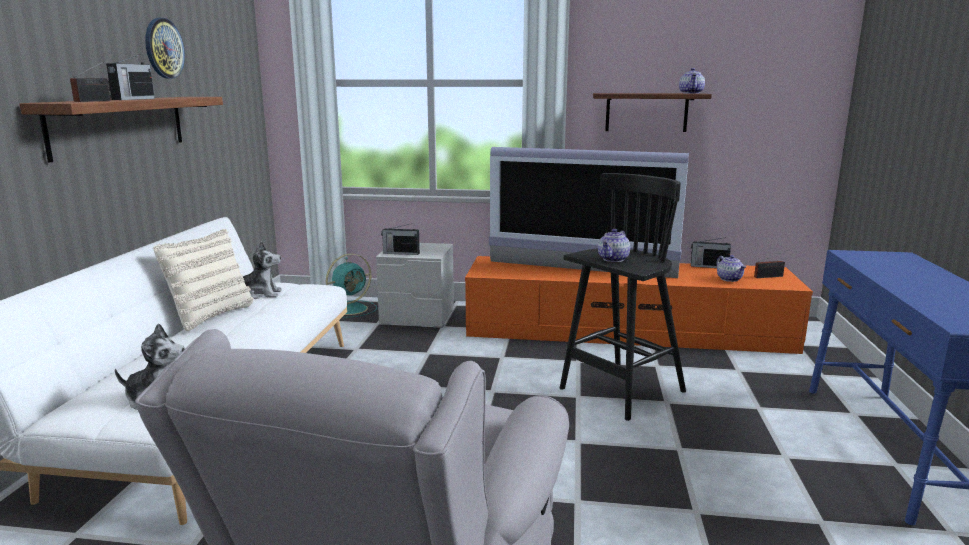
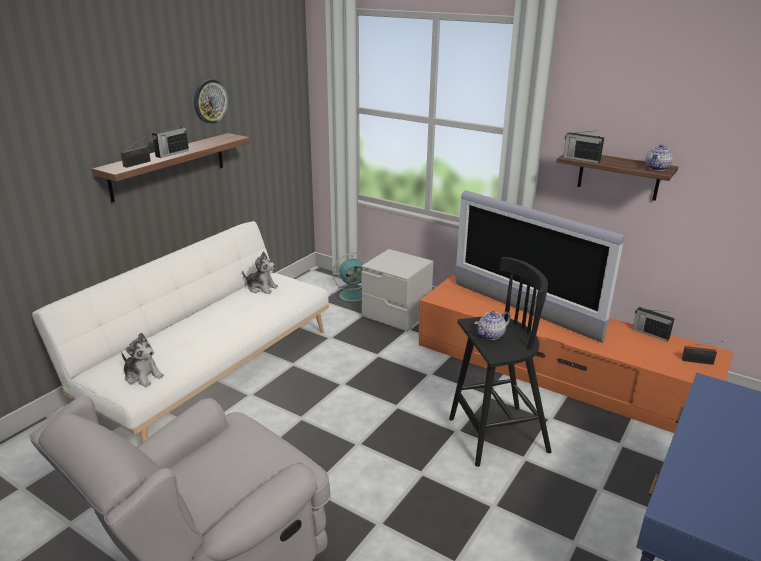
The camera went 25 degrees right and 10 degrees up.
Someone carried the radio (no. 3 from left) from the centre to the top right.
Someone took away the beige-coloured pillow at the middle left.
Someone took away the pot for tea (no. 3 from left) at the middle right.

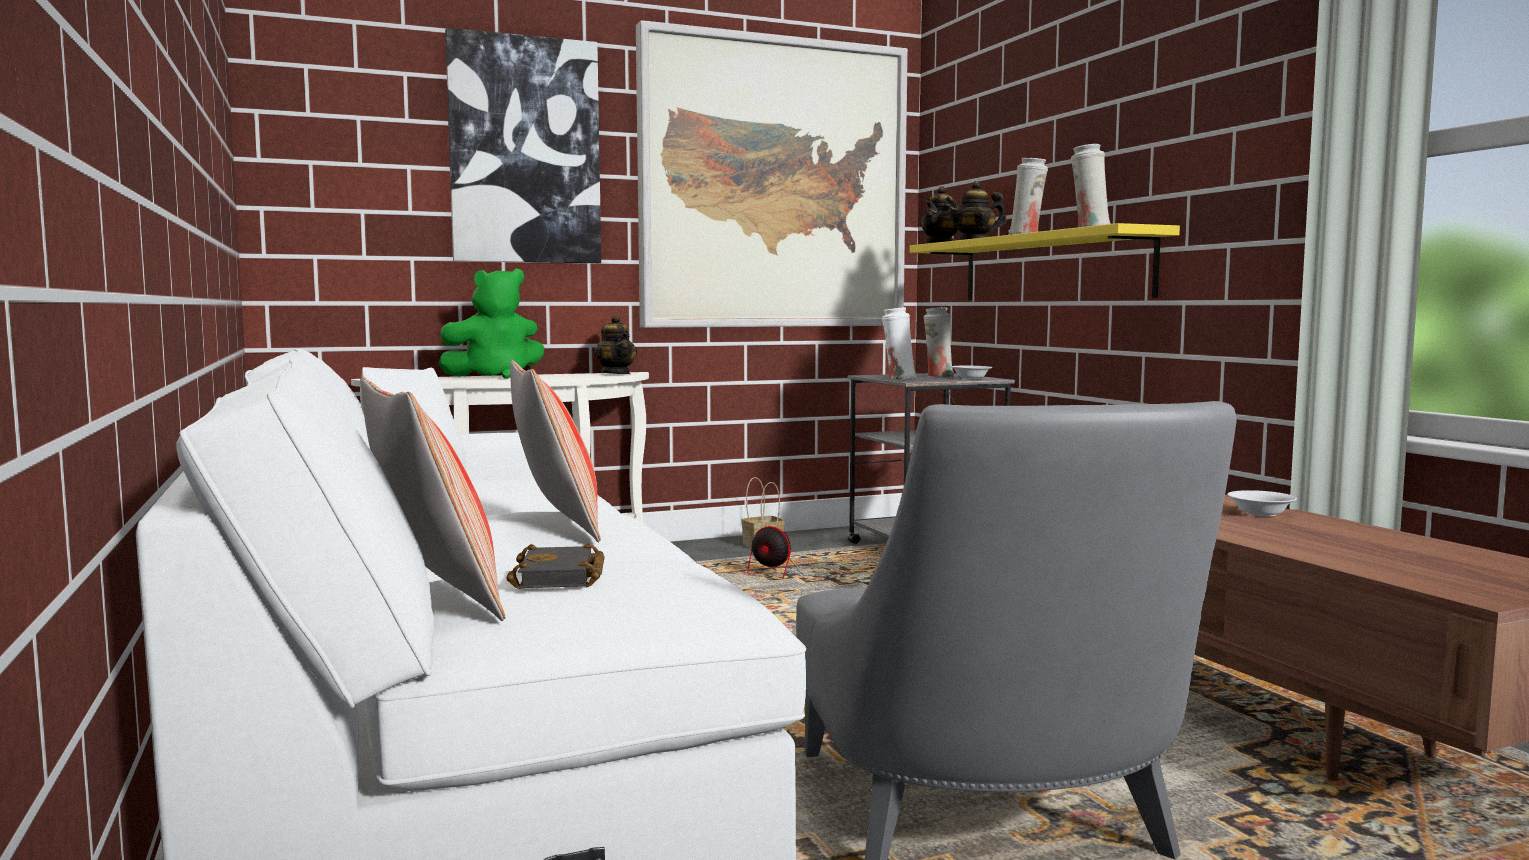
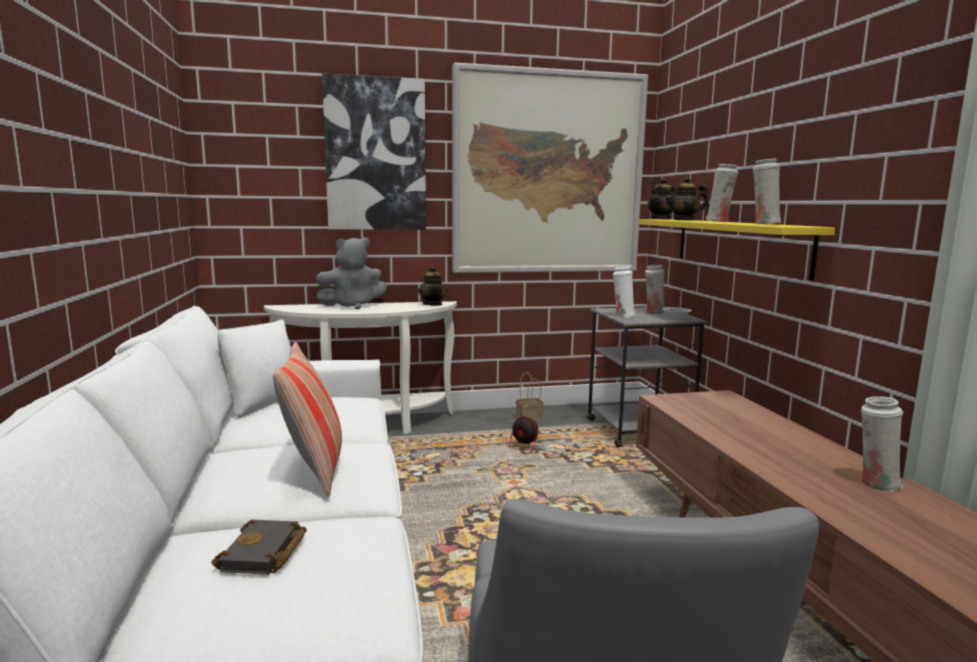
The camera went 10 degrees right and 5 degrees up.
Someone repainted the green cuddly toy at the middle left, which became the grey cuddly toy at the centre.
Someone took away the pillow (no. 1 from left) at the middle left.
Someone swapped the whitish bowl (no. 2 from left) at the middle right for the whitish flower vase (no. 5 from left) at the bottom right.

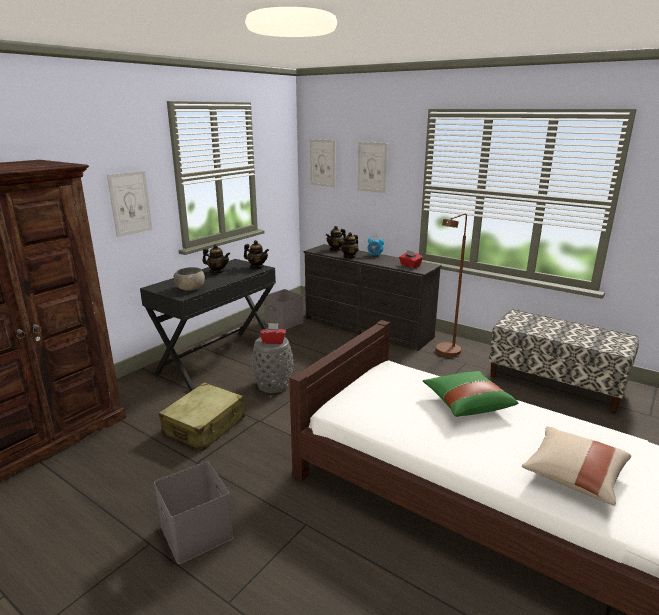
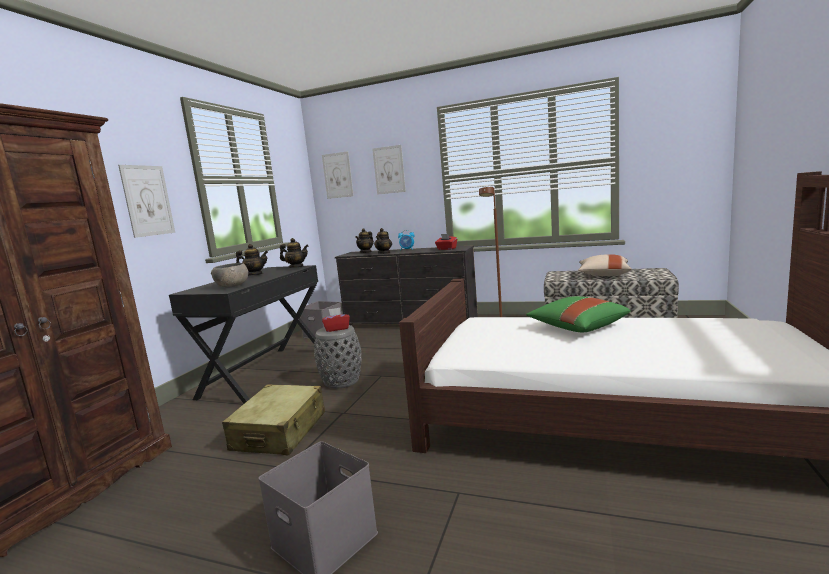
The camera went 15 degrees left and 10 degrees down.
Someone carried the beige-coloured pillow from the bottom right to the middle right.

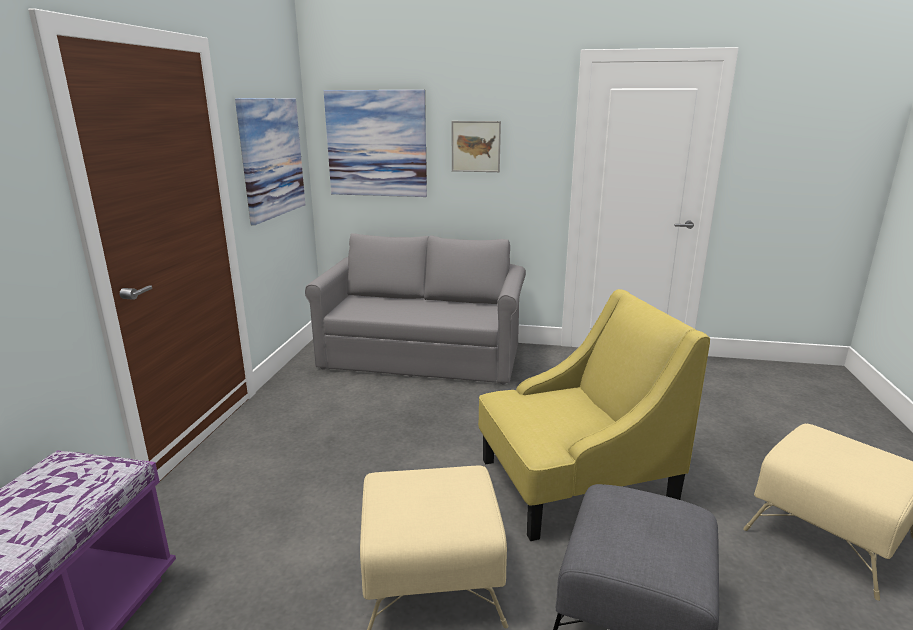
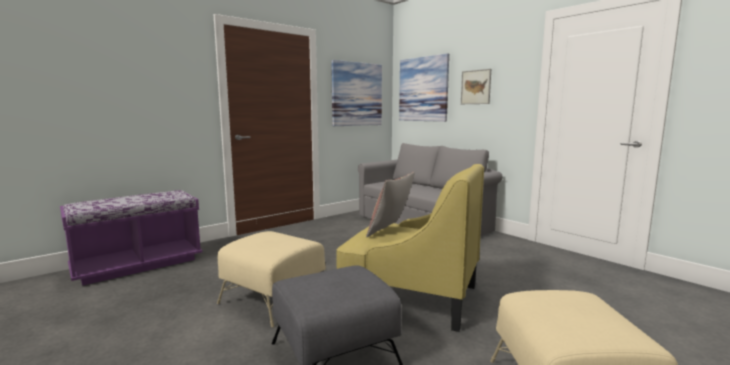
The camera went 40 degrees right and 10 degrees down.
Someone put down the pillow at the centre.

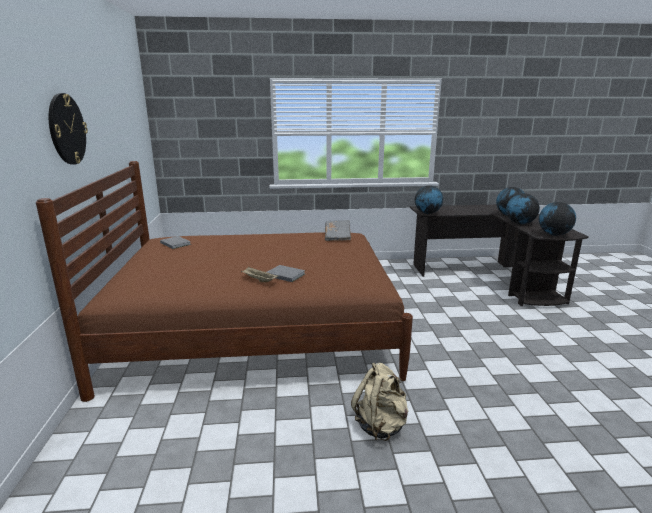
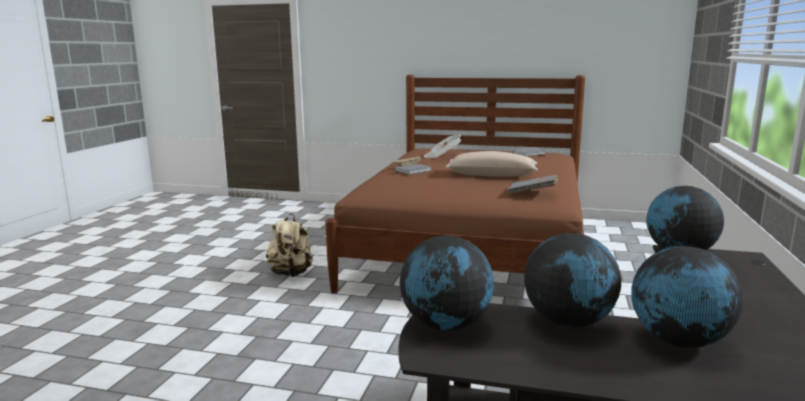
The camera went 110 degrees right and 5 degrees down.
Someone took away the wall clock at the top left.
Someone put down the printed paper at the centre.
Someone put down the beige-coloured pillow at the centre.

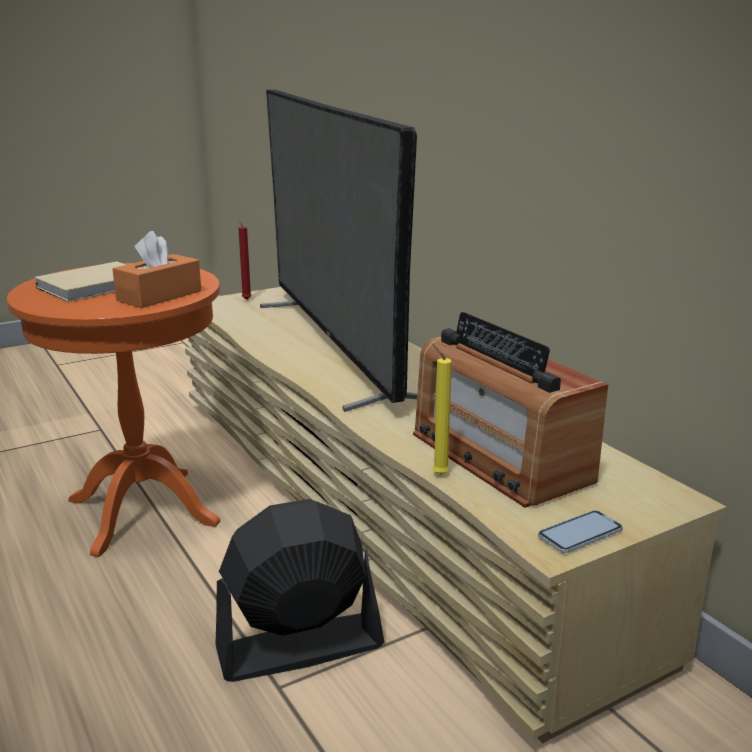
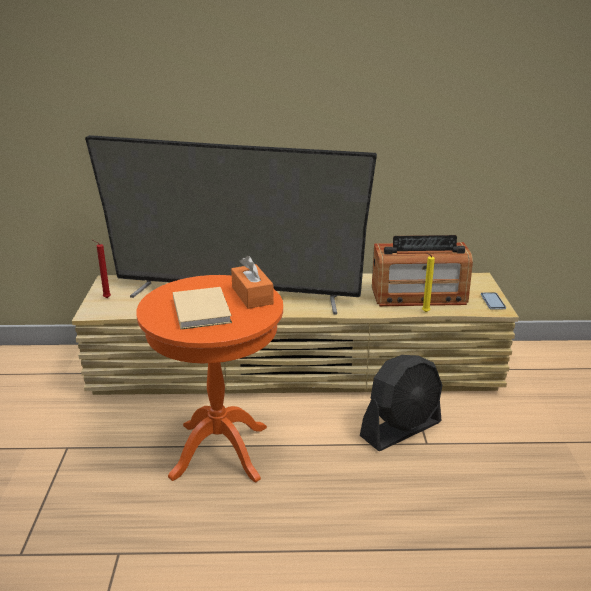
The camera went 60 degrees left and 5 degrees up.
Someone rotated the black-coloured fan at the bottom centre by 135 degrees counterclockwise.

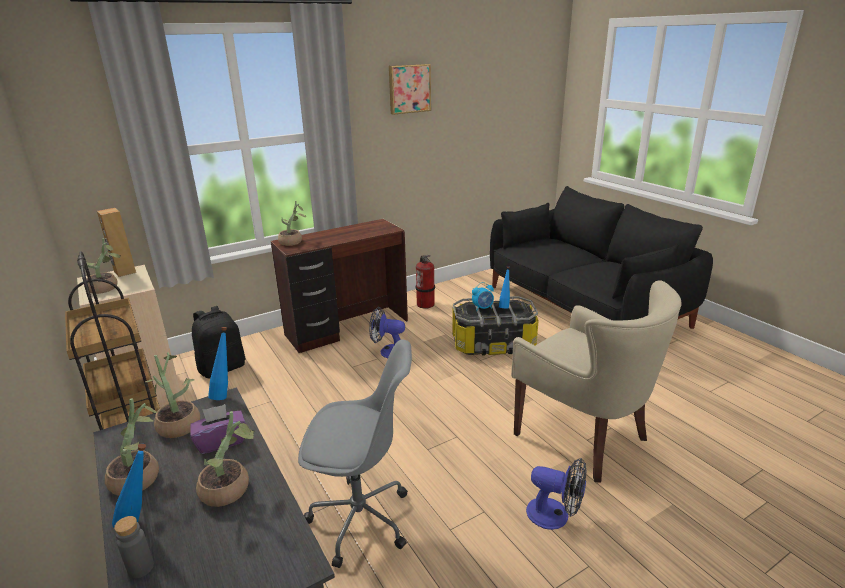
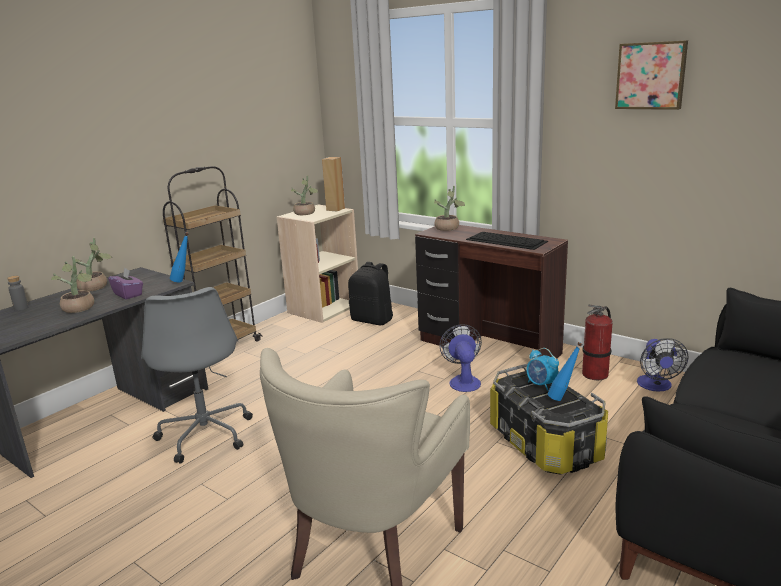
The camera went 70 degrees right and 5 degrees down.
Someone took away the potted plant (no. 3 from left) at the bottom left.
Someone took away the blue-coloured beverage bottle (no. 1 from left) at the bottom left.
Someone carried the fan (no. 2 from left) from the bottom centre to the middle right.
Someone put down the computer keyboard at the centre.

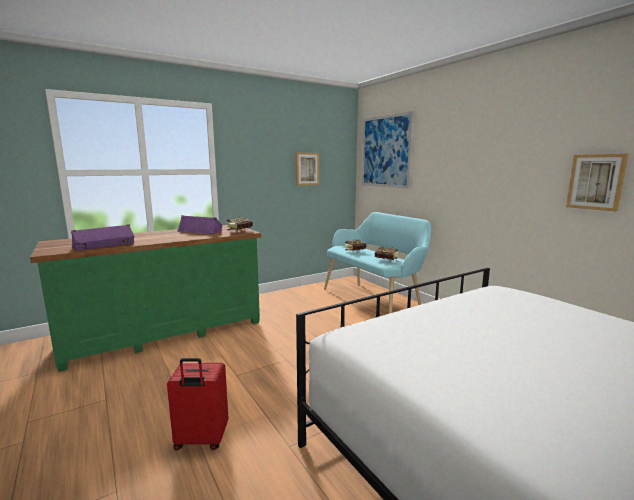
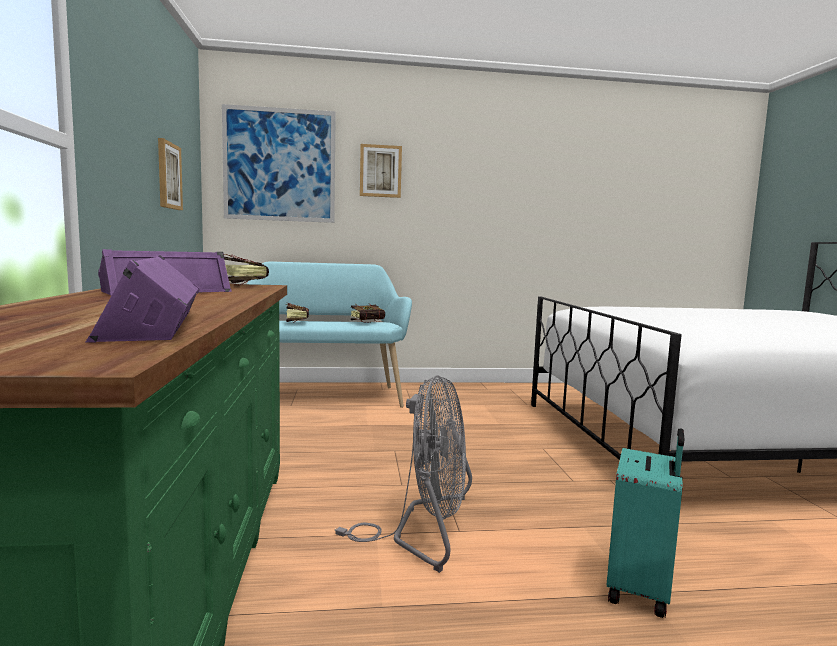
The camera went 65 degrees left and 5 degrees down.
Someone carried the wall art (no. 3 from left) from the middle right to the top centre.
Someone repainted the red piece of luggage at the bottom left, which became the blue-green piece of luggage at the bottom right.
Someone put down the grey fan at the bottom centre.

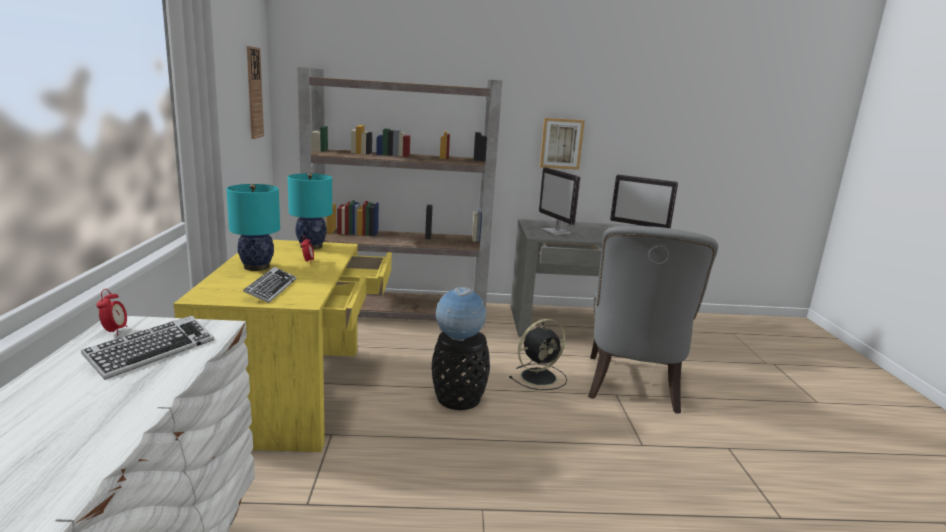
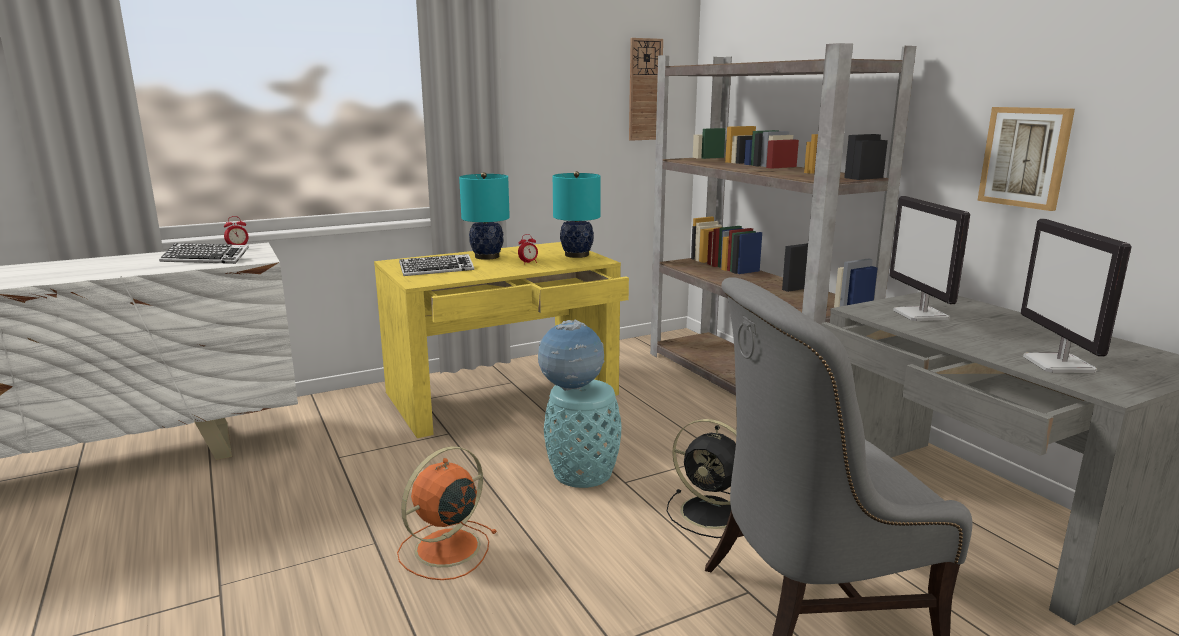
The camera went 65 degrees right and 0 degrees up.
Someone rotated the monitor (no. 1 from left) at the centre by 45 degrees counterclockwise.
Someone repainted the black-coloured stool seat at the bottom centre, which became the blue-green stool seat at the bottom centre.
Someone put down the orange-coloured fan at the bottom centre.

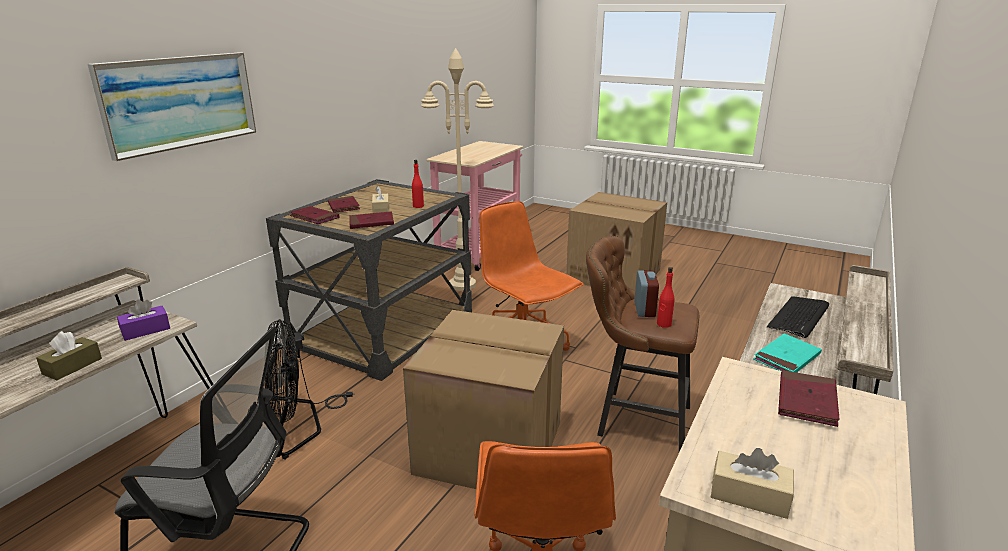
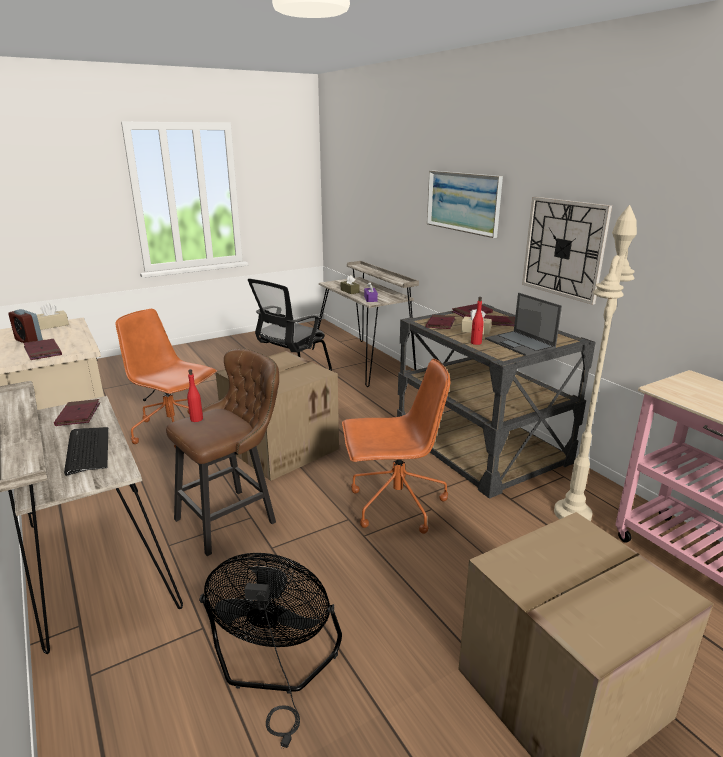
The camera went 120 degrees right and 0 degrees up.
Someone carried the alarm clock from the centre to the middle left.
Someone carried the black-coloured fan from the bottom left to the bottom centre.
Someone repainted the blue-green volume at the middle right, which became the red volume (no. 2 from left) at the middle left.
Someone put up the wall clock at the top right.
Someone put down the notebook computer at the middle right.

